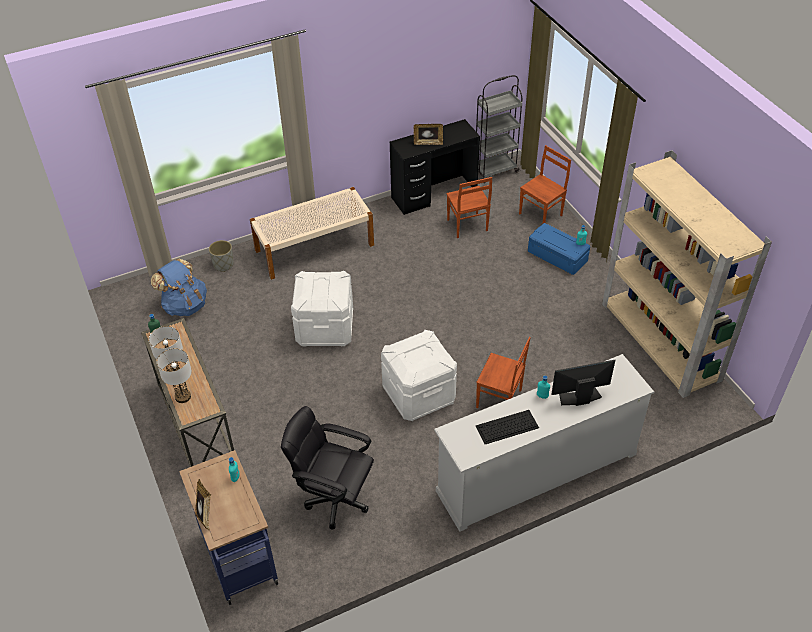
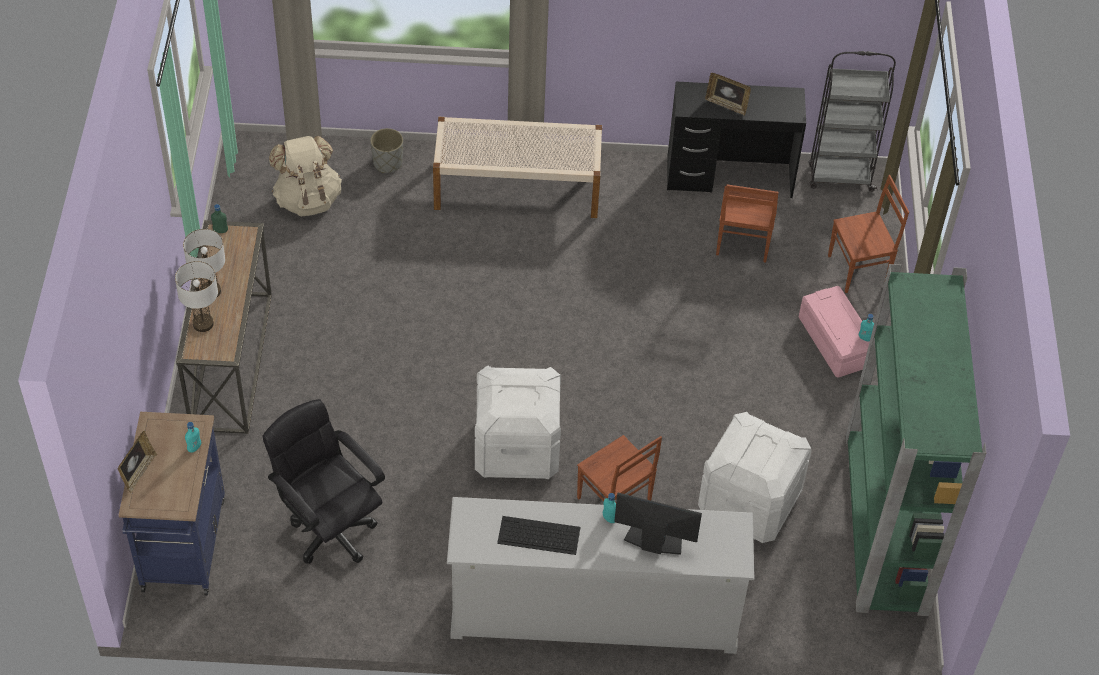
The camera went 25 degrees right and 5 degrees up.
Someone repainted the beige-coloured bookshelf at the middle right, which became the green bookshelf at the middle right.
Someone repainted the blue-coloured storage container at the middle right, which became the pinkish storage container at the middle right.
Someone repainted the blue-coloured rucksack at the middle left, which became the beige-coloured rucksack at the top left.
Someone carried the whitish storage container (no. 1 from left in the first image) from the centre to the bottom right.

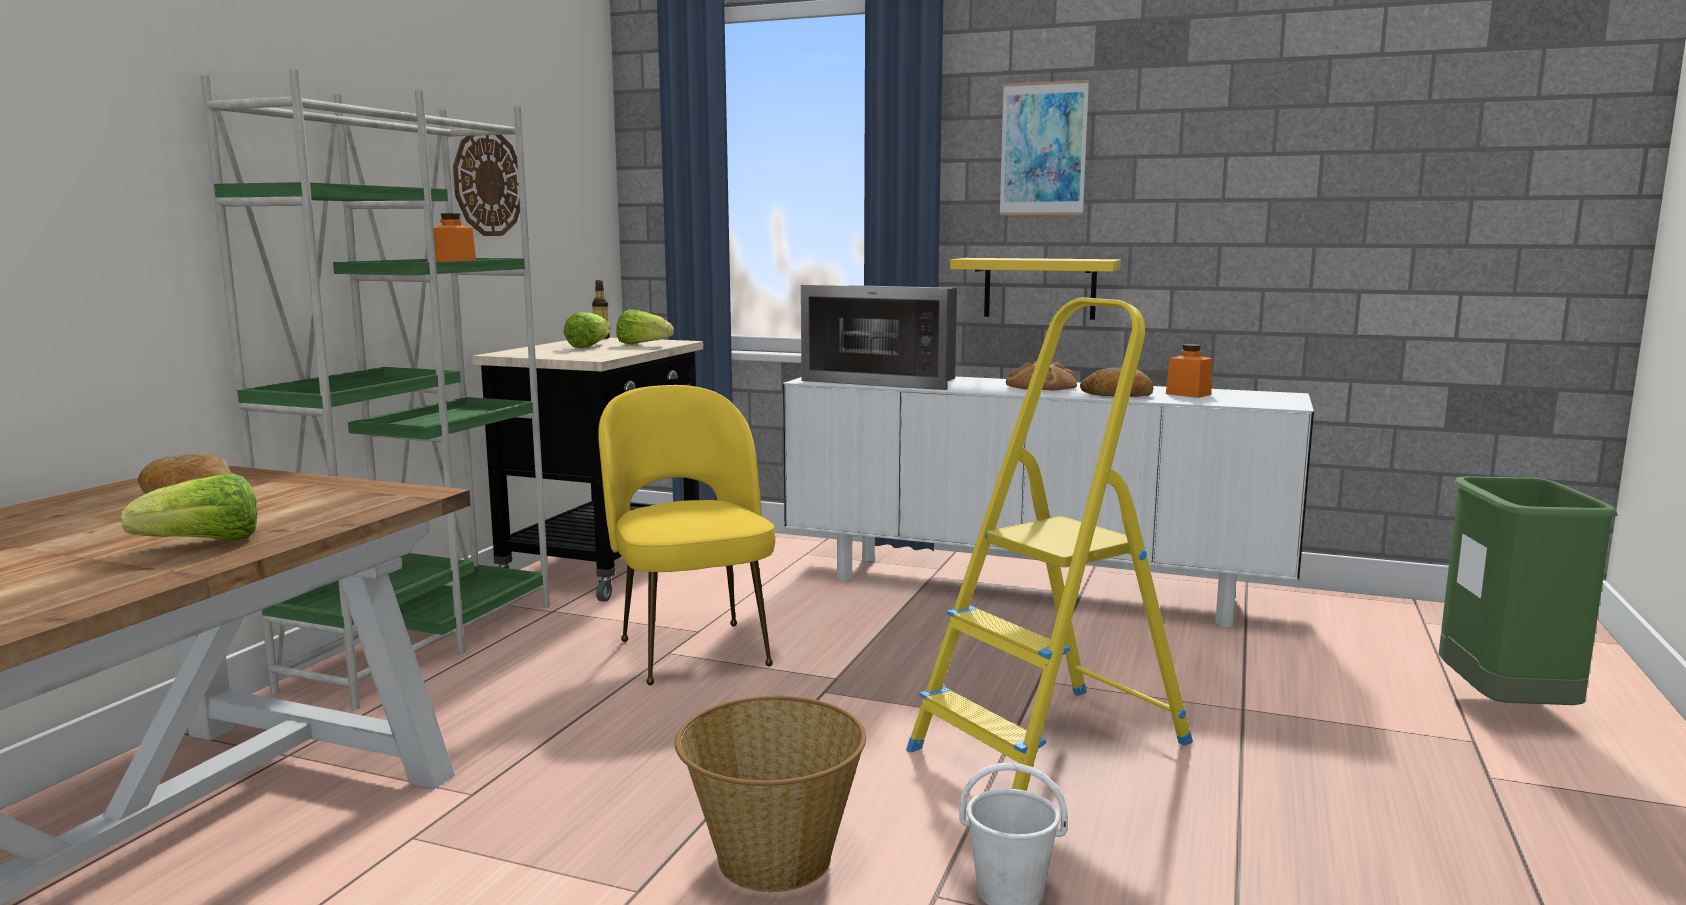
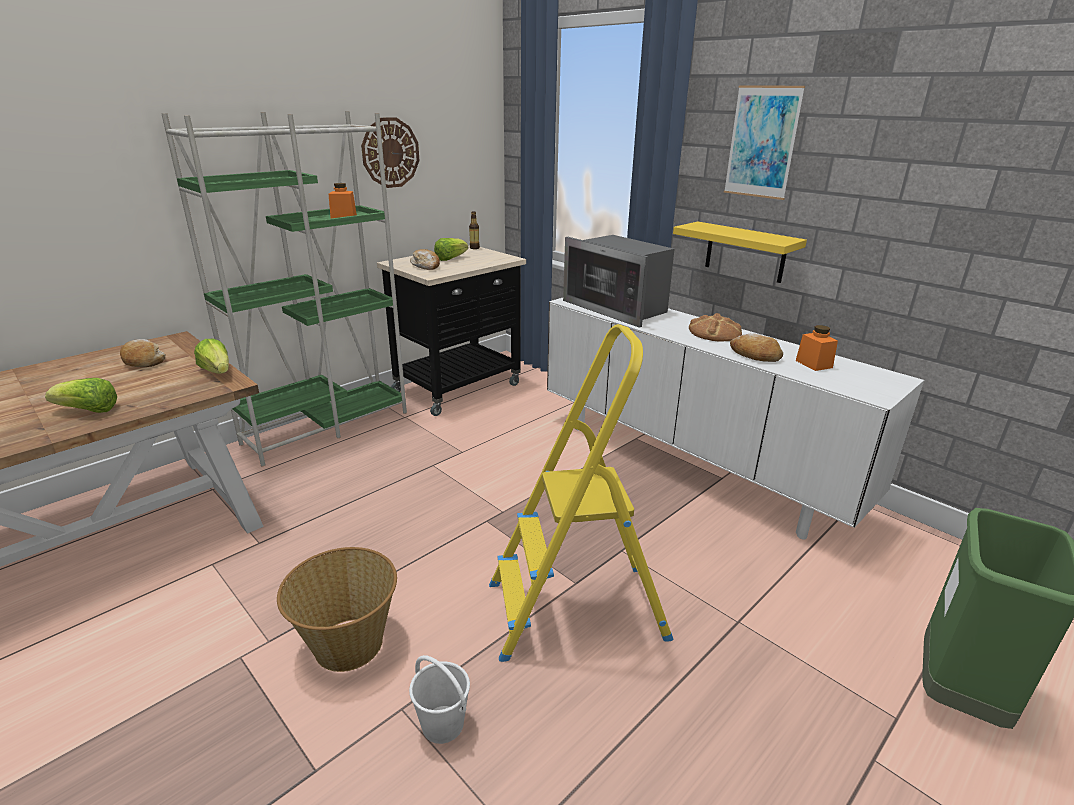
The camera went 25 degrees right and 15 degrees up.
Someone carried the lettuce (no. 3 from left in the first image) from the centre to the middle left.
Someone took away the yellow upright chair at the centre.
Someone put down the baked bread (no. 2 from left) at the top centre.

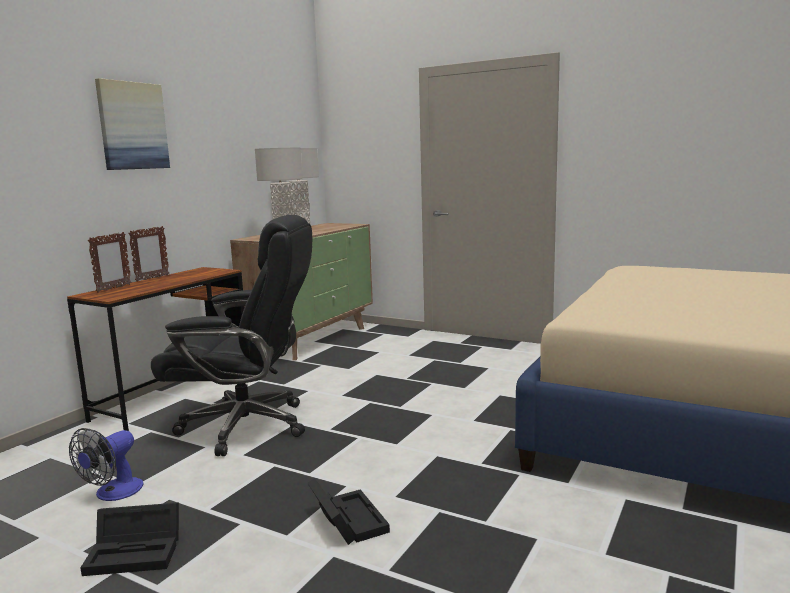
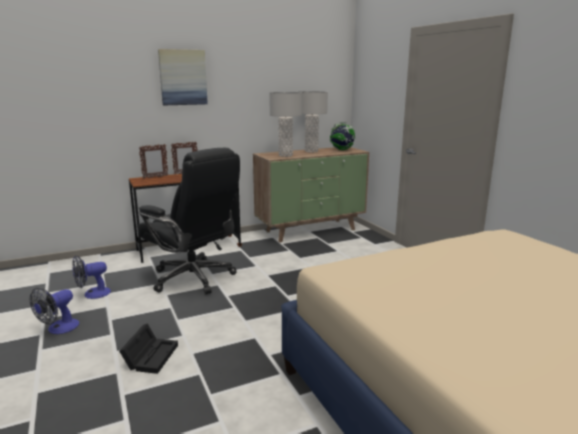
The camera went 35 degrees right and 5 degrees up.
Someone swapped the black-coloured storage container (no. 1 from left) at the bottom left for the fan (no. 1 from left) at the bottom left.
Someone put down the world globe at the top centre.

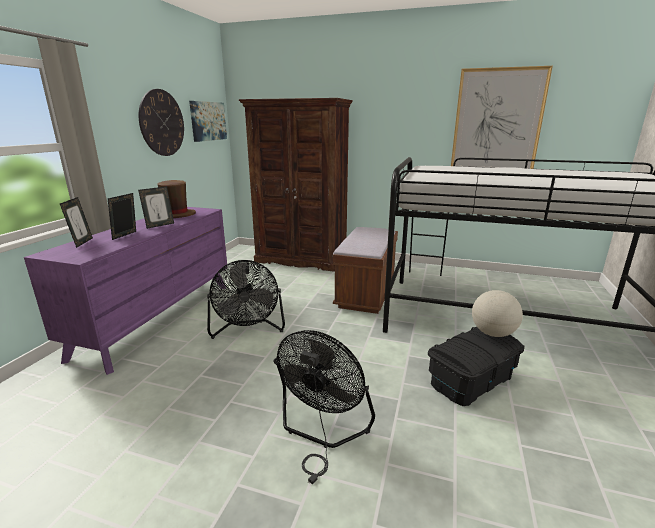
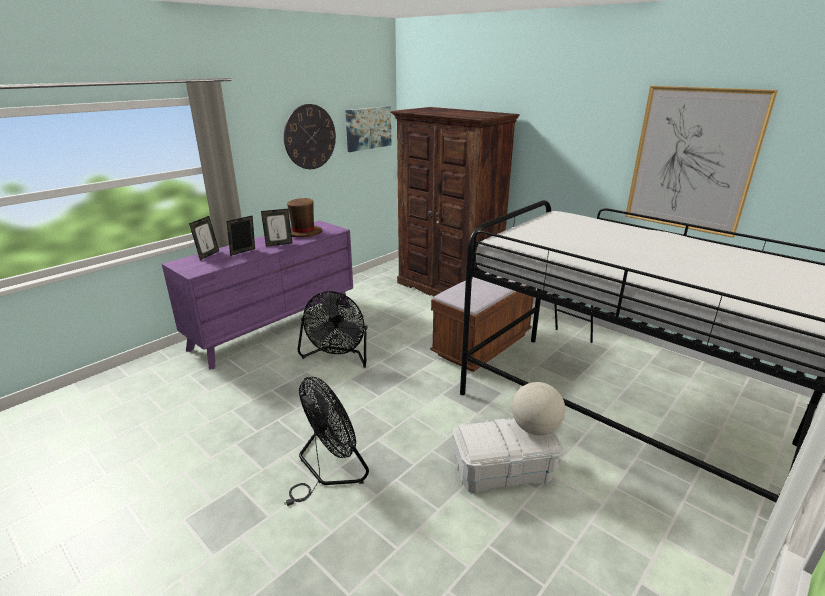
The camera went 25 degrees right and 5 degrees up.
Someone repainted the black-coloured storage container at the bottom right, which became the whitish storage container at the bottom centre.

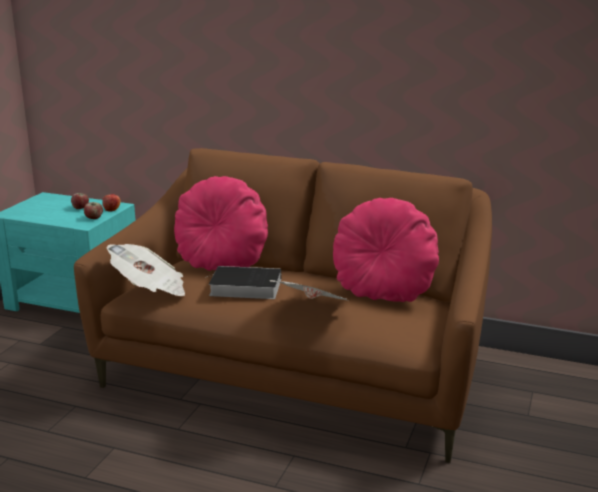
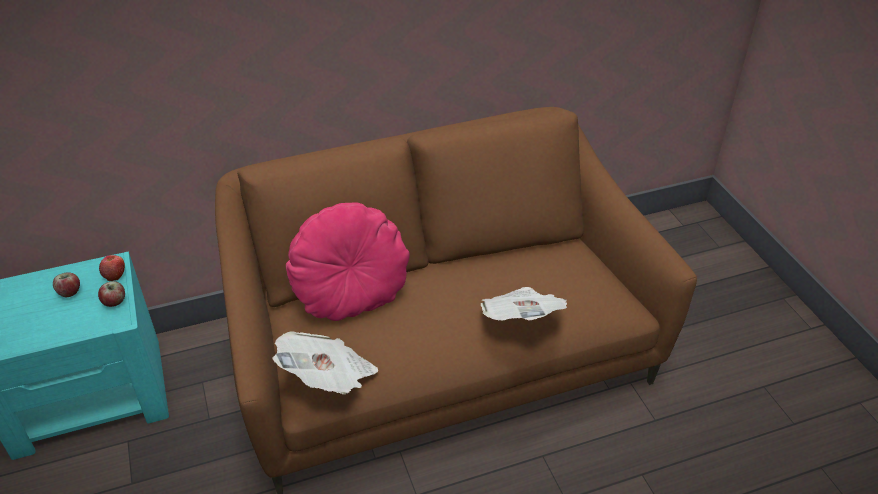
The camera went 40 degrees left and 20 degrees up.
Someone took away the pinkish pillow (no. 2 from left) at the centre.
Someone took away the volume at the centre.

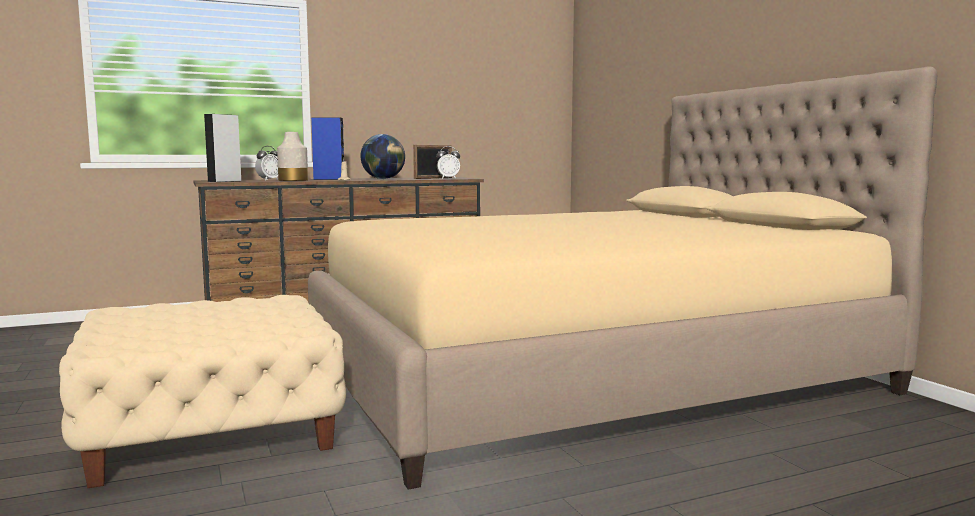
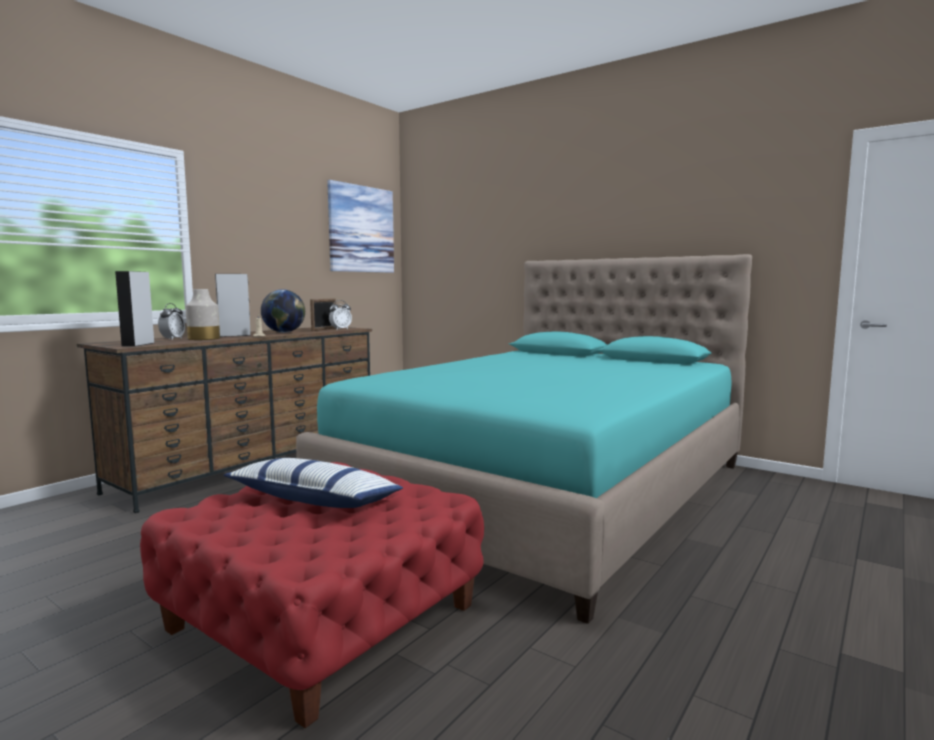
The camera went 30 degrees left and 0 degrees up.
Someone repainted the beige-coloured bed at the centre, which became the blue-green bed at the centre.
Someone repainted the blue-coloured loudspeaker at the top centre, which became the grey loudspeaker (no. 2 from left) at the middle left.
Someone repainted the beige-coloured ottoman at the bottom left, which became the red ottoman at the bottom centre.
Someone put up the wall art at the top centre.
Someone put down the pillow at the centre.

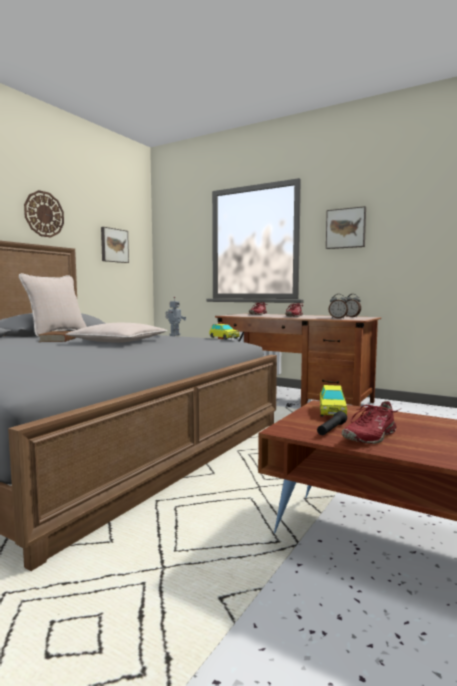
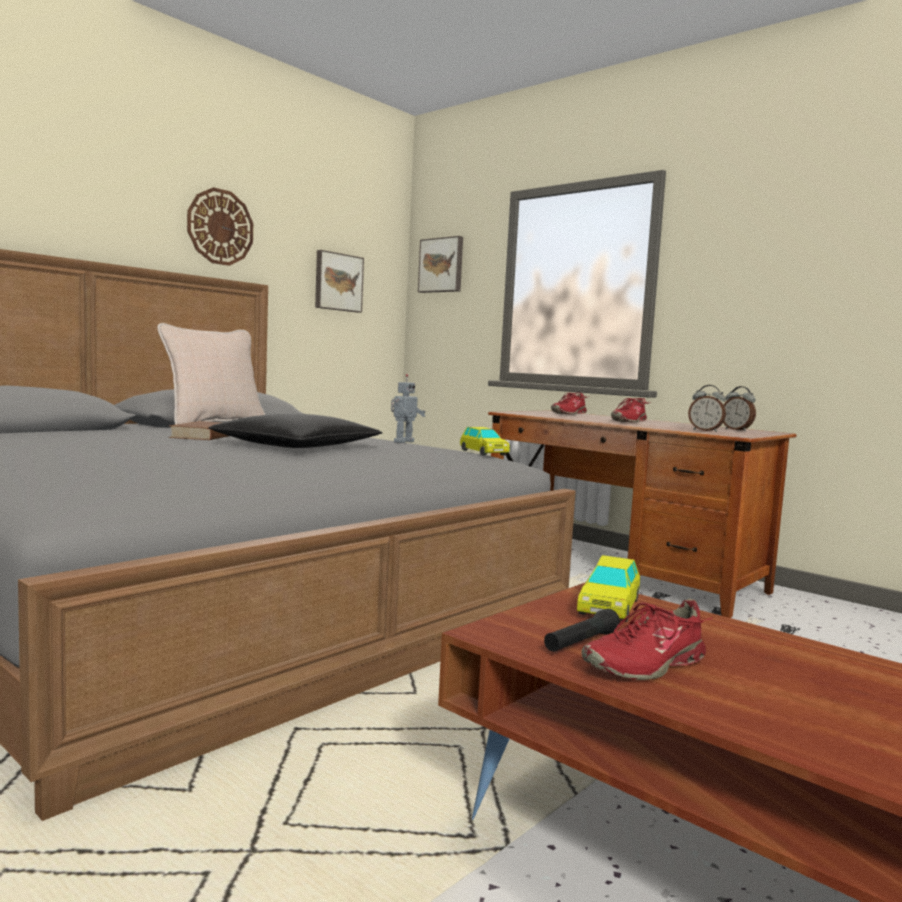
The camera went 10 degrees right and 0 degrees up.
Someone carried the wall art (no. 2 from left) from the top right to the top centre.
Someone repainted the beige-coloured pillow (no. 2 from left) at the middle left, which became the black-coloured pillow at the middle left.

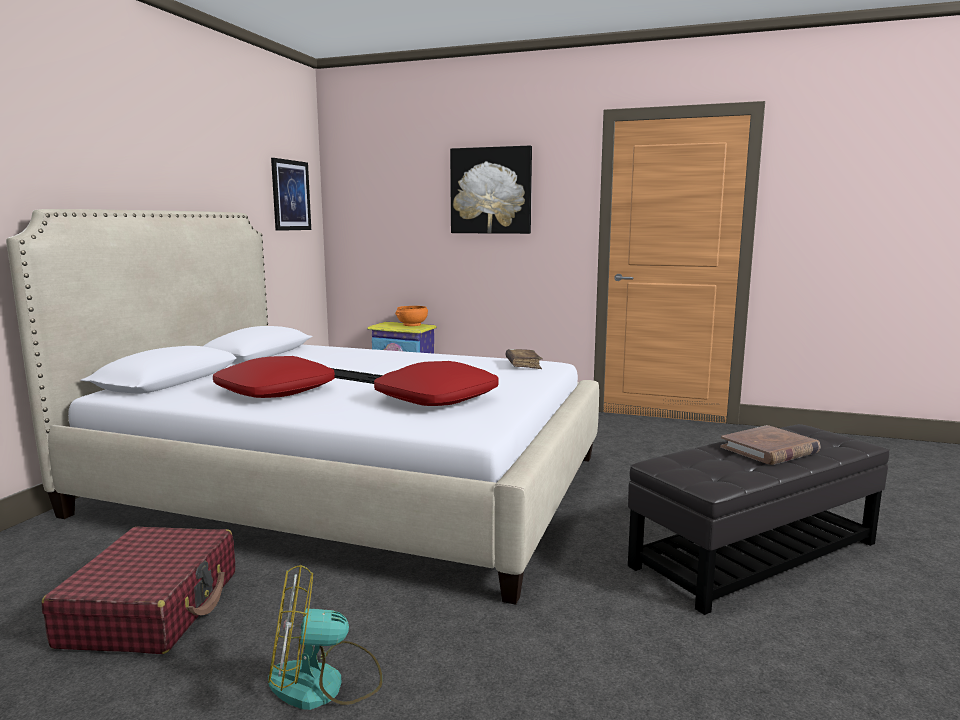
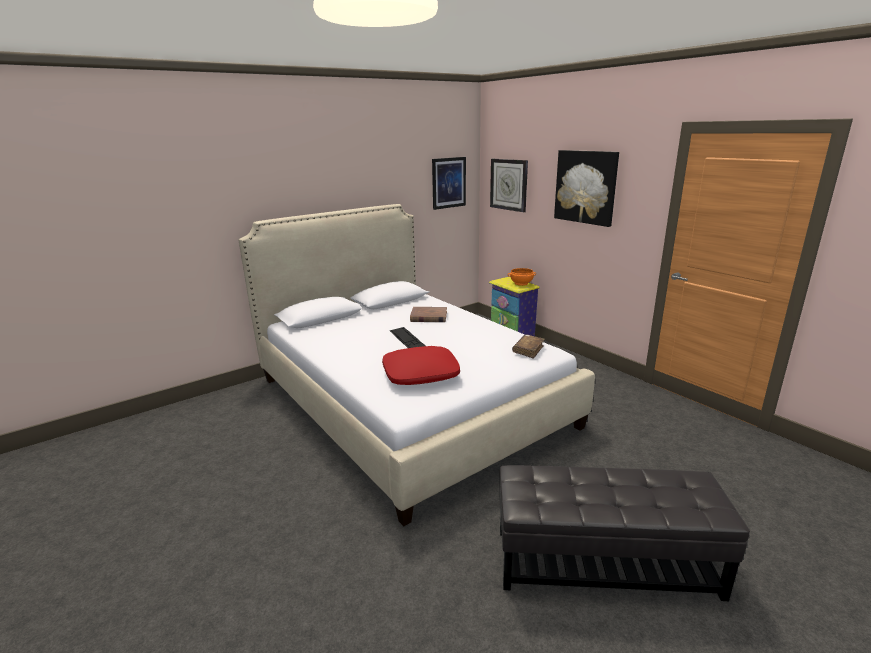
The camera went 35 degrees right and 10 degrees up.
Someone took away the red pillow (no. 1 from left) at the middle left.
Someone carried the brown-coloured volume (no. 2 from left in the first image) from the middle right to the centre.
Someone took away the red piece of luggage at the bottom left.
Someone took away the fan at the bottom centre.
Someone put up the wall clock at the top centre.

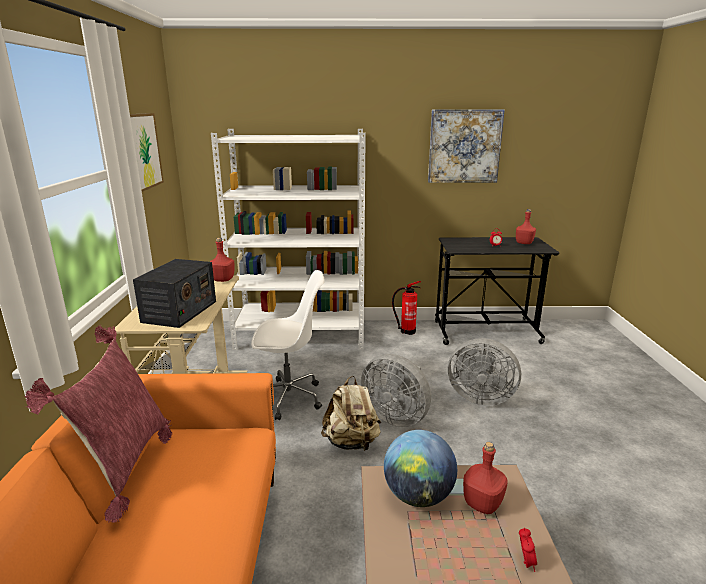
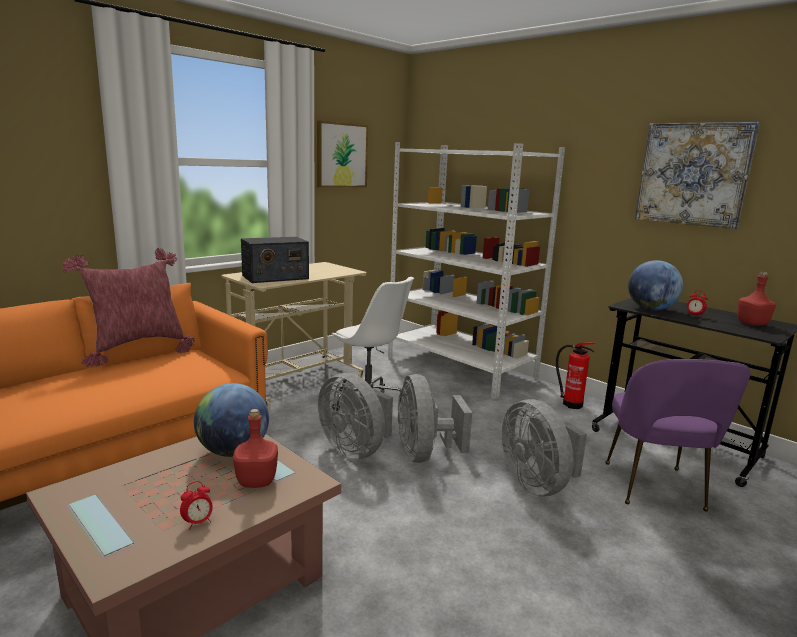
The camera went 45 degrees right and 5 degrees down.
Someone took away the red beverage bottle (no. 1 from left) at the middle left.
Someone swapped the beige-coloured rucksack at the bottom centre for the grey fan (no. 1 from left) at the centre.
Someone put down the world globe (no. 2 from left) at the middle right.
Someone put down the purple upright chair at the bottom right.

